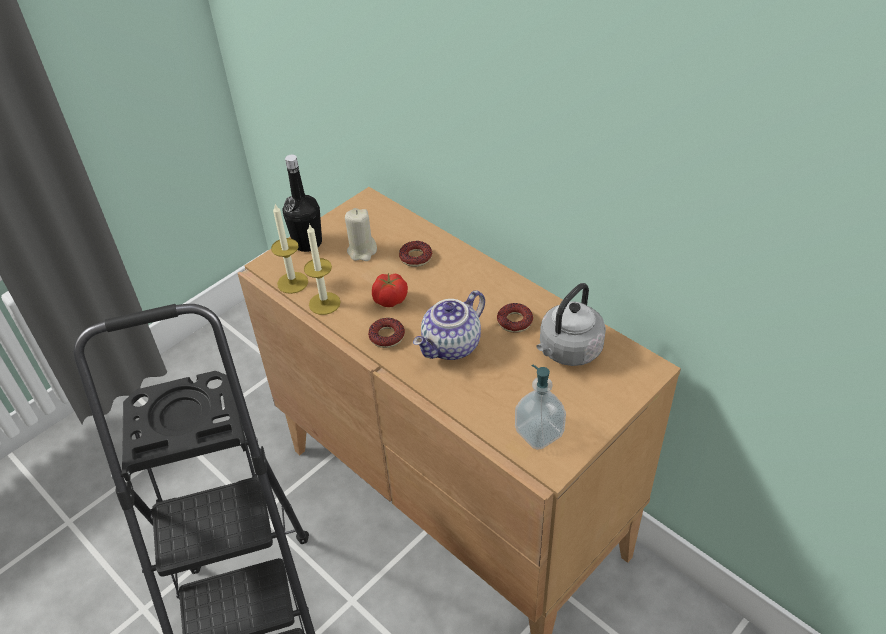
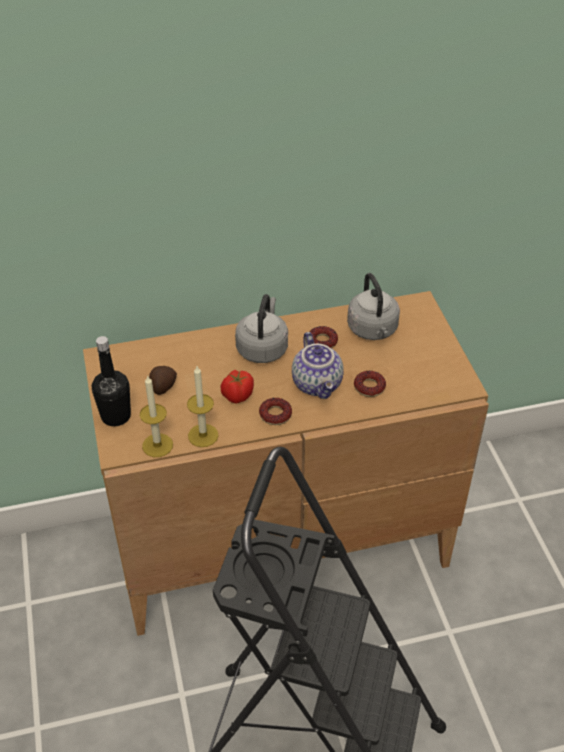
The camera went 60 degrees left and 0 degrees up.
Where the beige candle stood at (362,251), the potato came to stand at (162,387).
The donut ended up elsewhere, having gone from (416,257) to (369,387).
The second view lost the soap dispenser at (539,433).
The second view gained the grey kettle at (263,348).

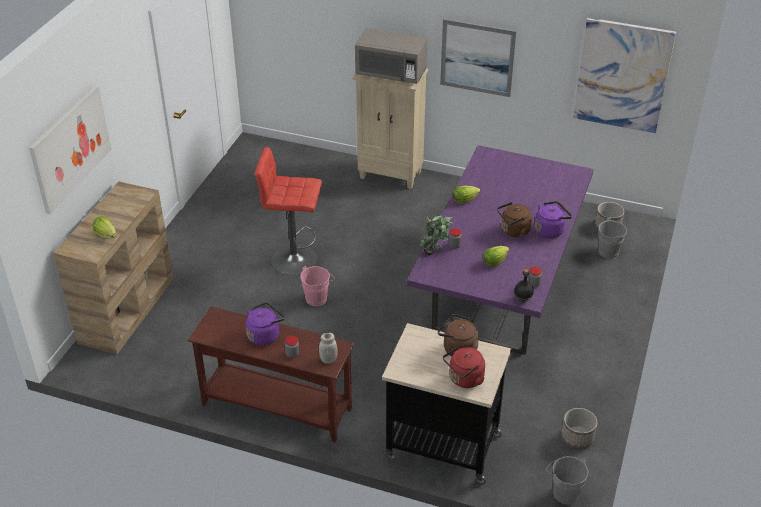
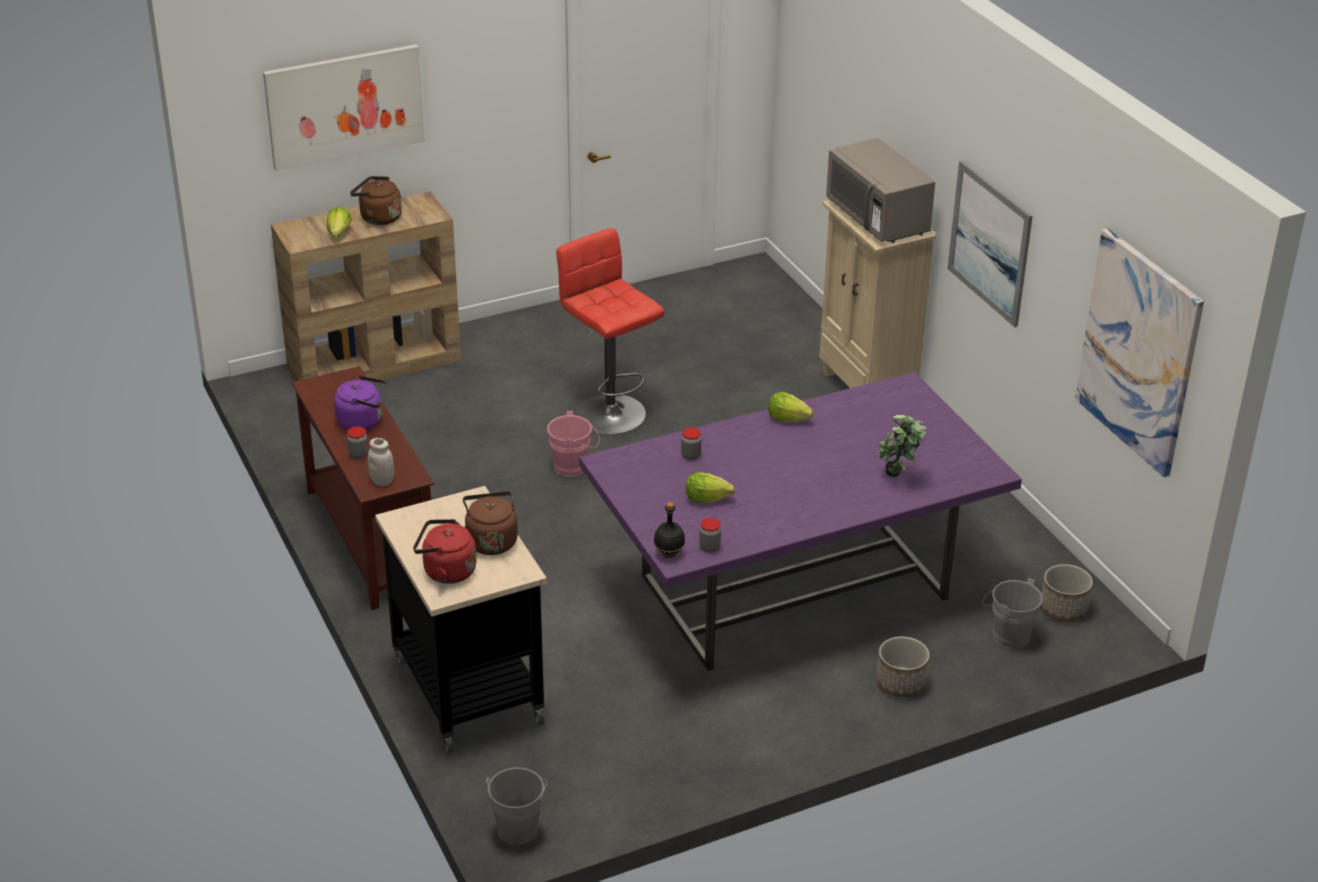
The camera went 45 degrees right and 5 degrees down.
The second view lost the purple kettle at (550,230).
The brown kettle ended up elsewhere, having gone from (513,231) to (378,218).
The potted plant ended up elsewhere, having gone from (435,254) to (898,479).
The planter ended up elsewhere, having gone from (577,438) to (900,683).

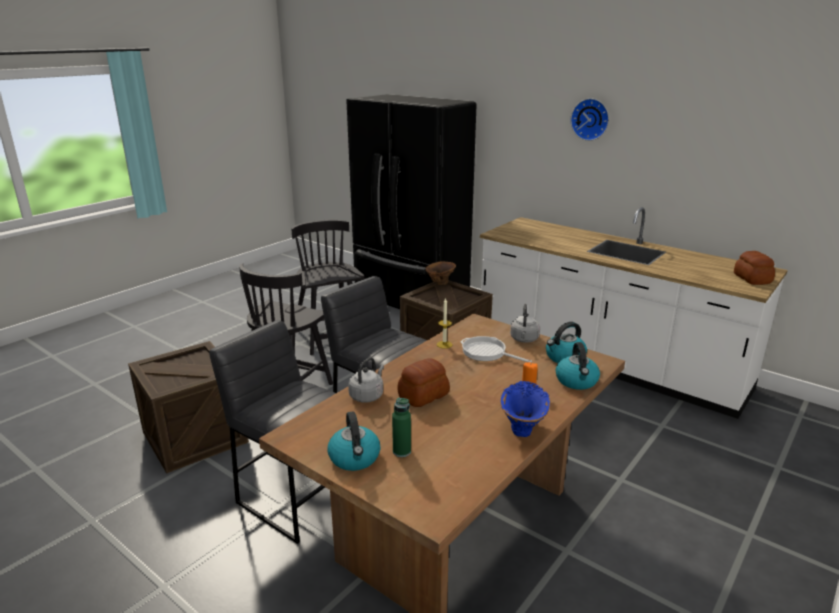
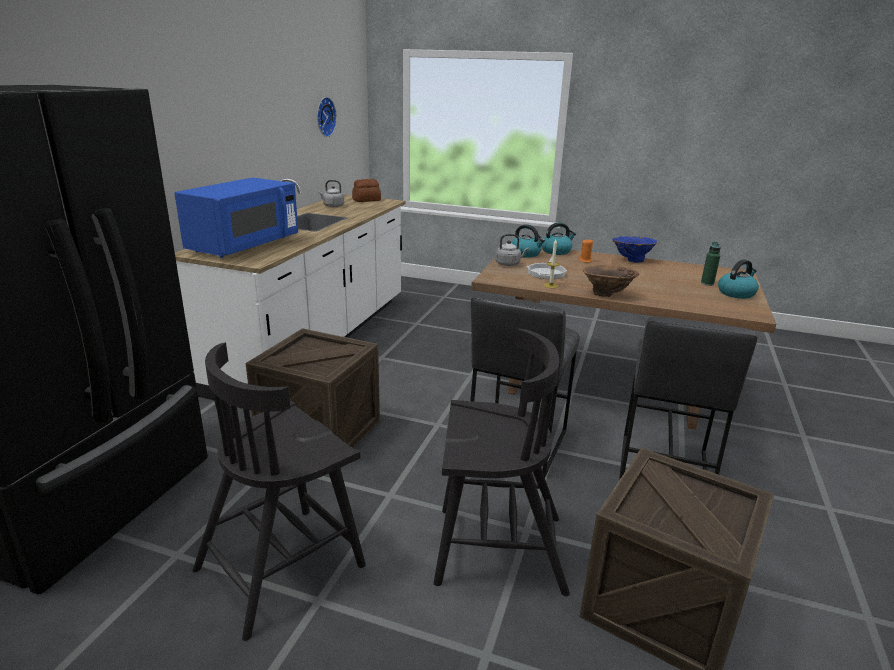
The camera went 110 degrees left and 0 degrees up.
The wall clock ended up elsewhere, having gone from (590,119) to (324,117).
The brown vase ended up elsewhere, having gone from (440,283) to (607,295).
The grey kettle ended up elsewhere, having gone from (367,395) to (332,206).
The second view lost the bread at (422,395).
The second view gained the blue microwave at (244,245).

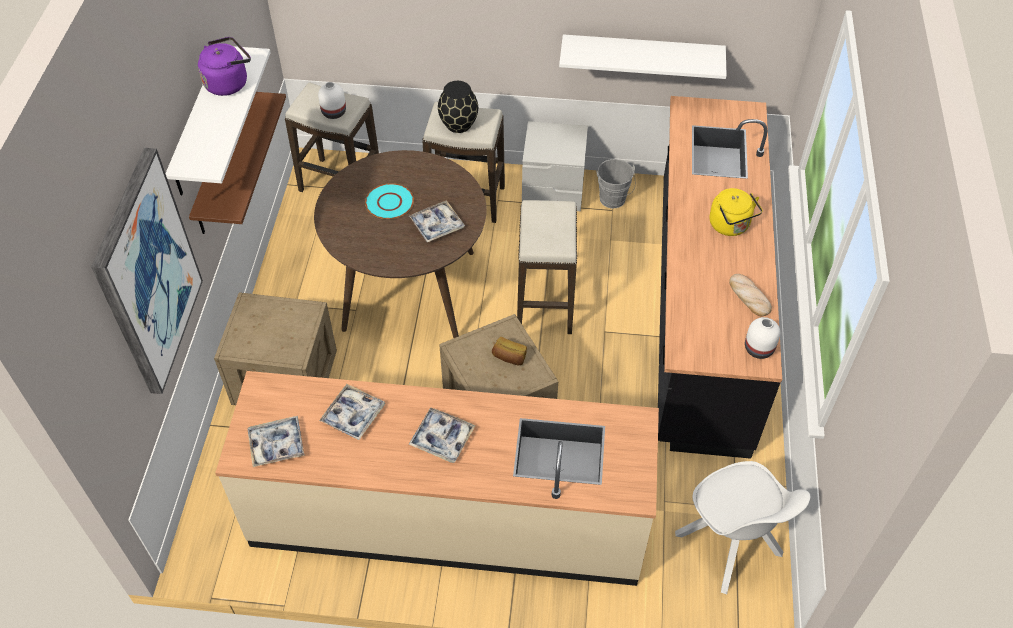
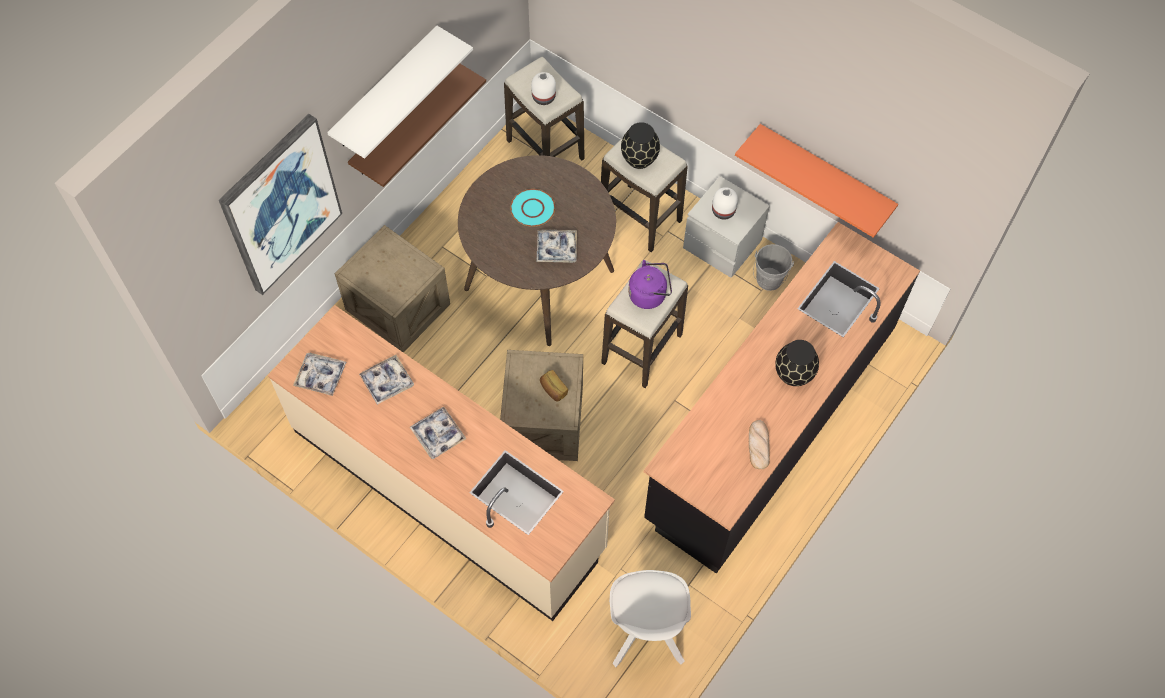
The camera went 30 degrees right and 10 degrees up.
What was the white shelf at (642,54) turned into the orange shelf at (825,173).
The purple kettle ended up elsewhere, having gone from (229,83) to (649,294).
Where the yellow kettle stood at (731,226), the black vase came to stand at (793,374).
The white vase ended up elsewhere, having gone from (758,349) to (722,211).

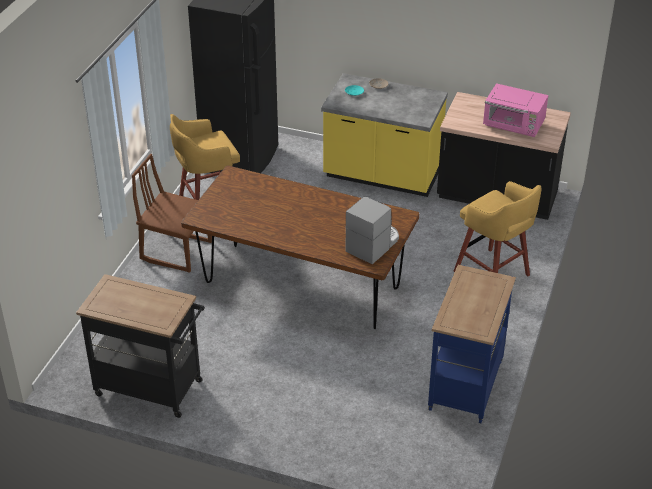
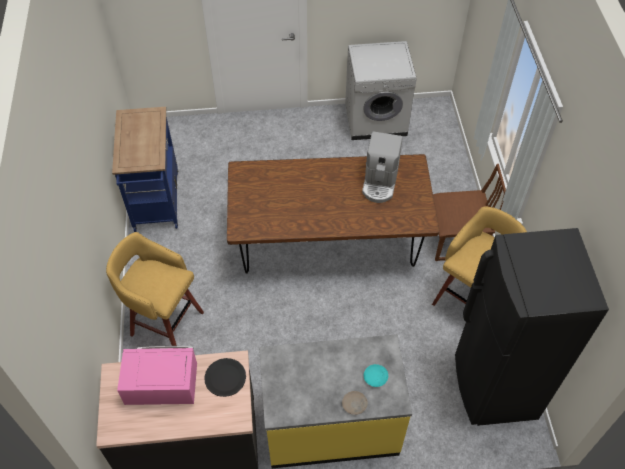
The camera went 155 degrees right and 15 degrees up.
The coffee machine ended up elsewhere, having gone from (373,245) to (380,182).
Where the black cart stood at (152,389), the white washing machine came to stand at (376,121).
The second view gained the black plate at (225,377).

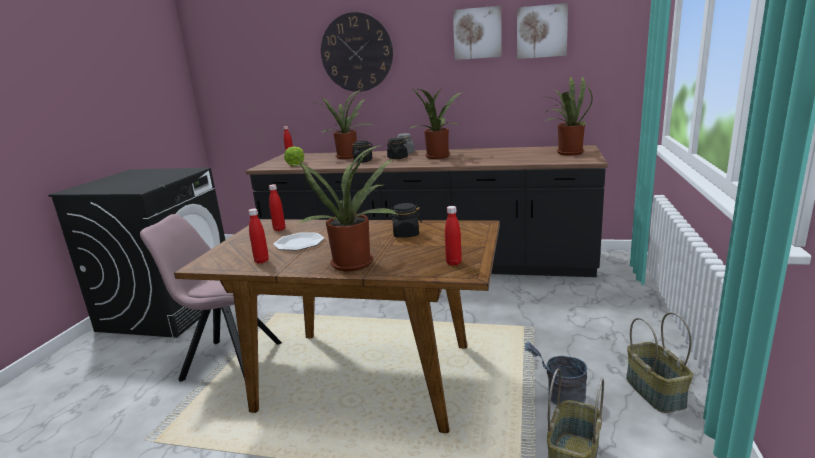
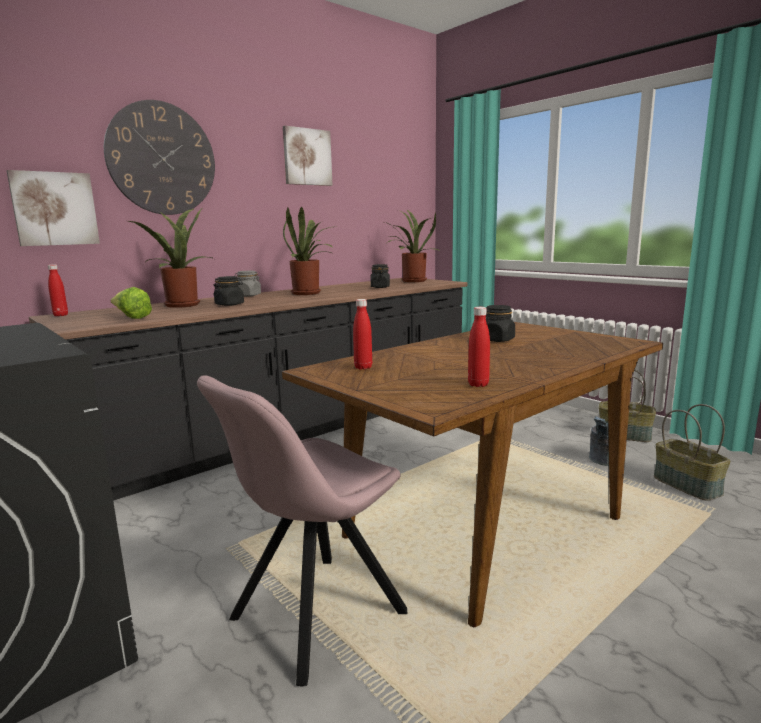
The camera went 55 degrees left and 5 degrees down.
The picture ended up elsewhere, having gone from (541,31) to (55,209).
The black jar ended up elsewhere, having gone from (397,158) to (380,287).
The second view lost the potted plant at (354,262).
The second view lost the red bottle at (453,263).
The second view lost the plate at (299,243).

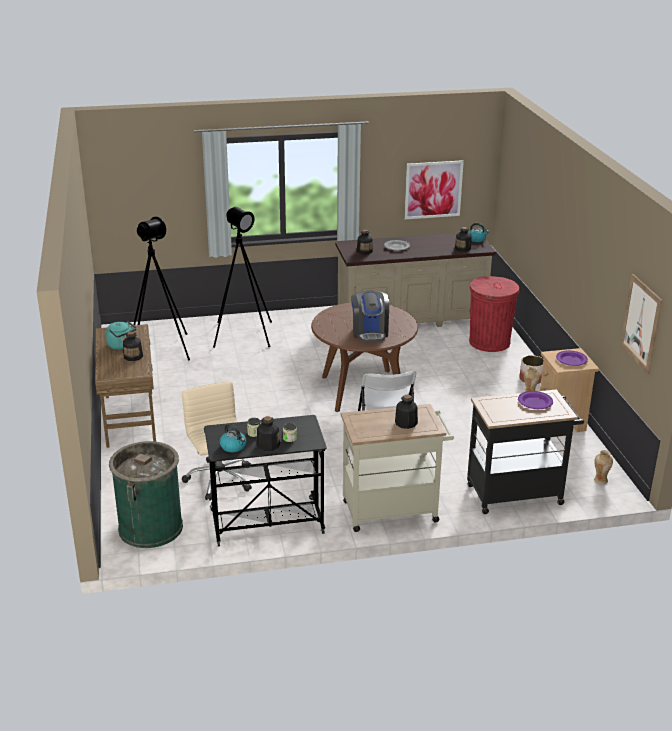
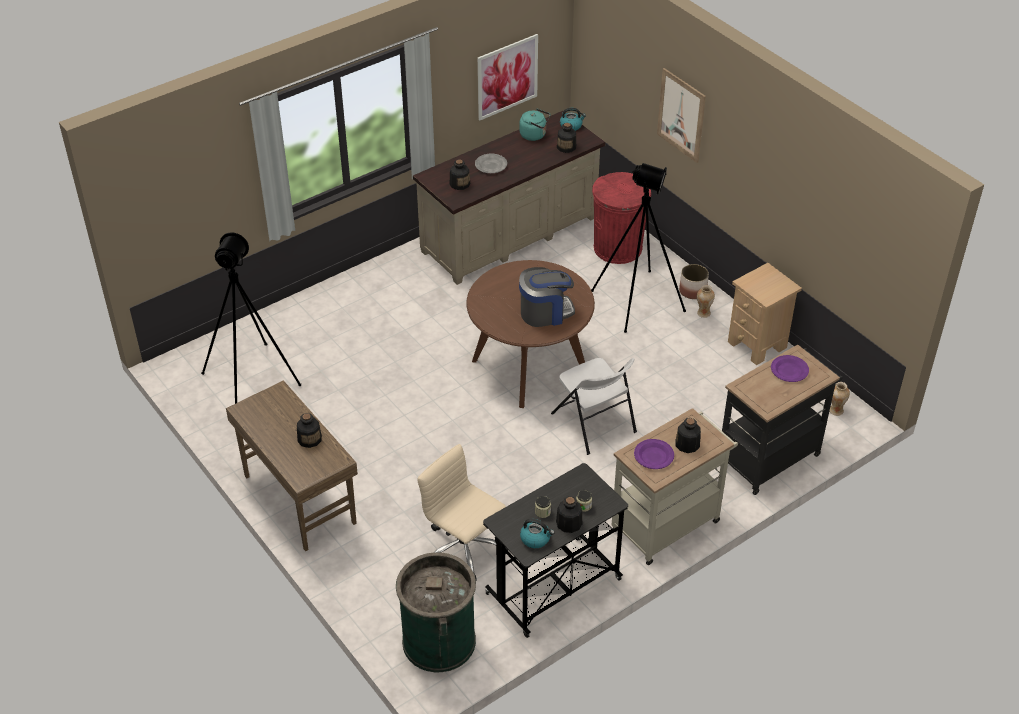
The camera went 25 degrees left and 15 degrees up.
The black floor lamp ended up elsewhere, having gone from (243,334) to (638,301).
The picture ended up elsewhere, having gone from (641,323) to (681,115).
The coffee machine at (370,332) ended up facing another way, 75 degrees counterclockwise from before.
The turquoise kettle ended up elsewhere, having gone from (122,346) to (534,135).
The purple plate ended up elsewhere, having gone from (571,360) to (653,456).

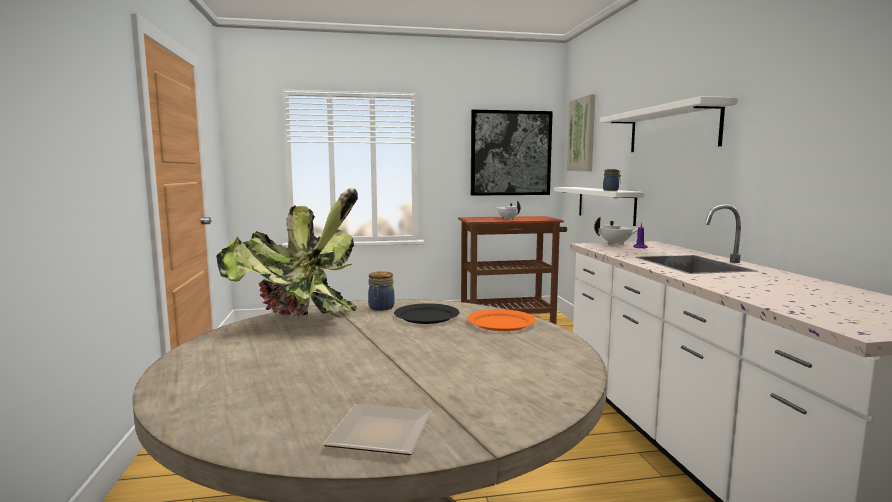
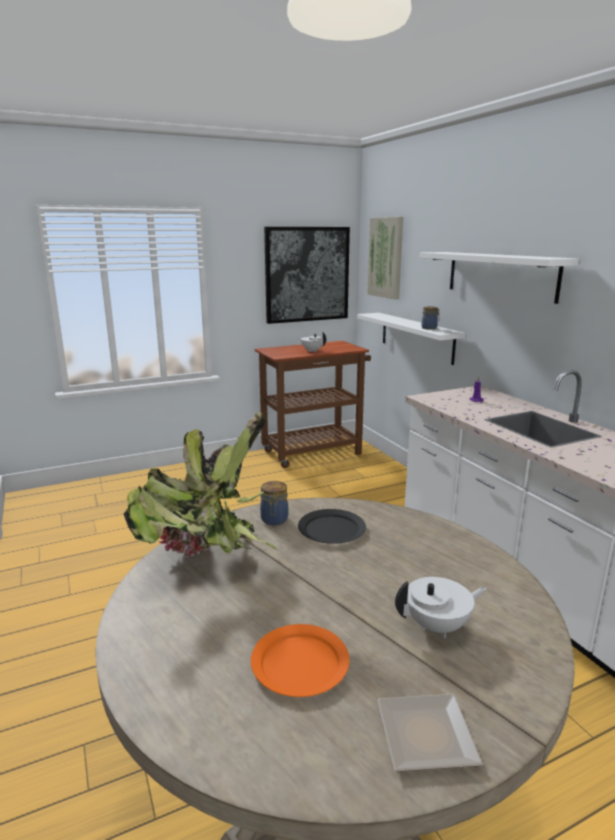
The camera went 15 degrees left and 10 degrees up.
The white teapot ended up elsewhere, having gone from (616,244) to (438,626).
The orange plate ended up elsewhere, having gone from (500,323) to (299,663).

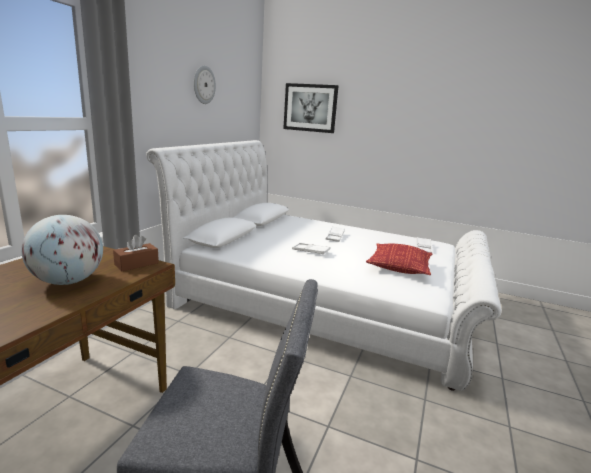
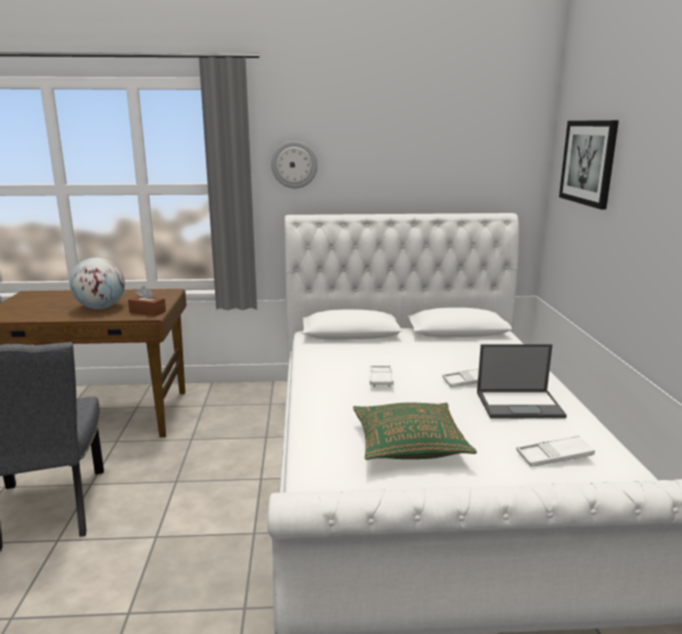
The camera went 65 degrees right and 0 degrees up.
The wall clock ended up elsewhere, having gone from (203,85) to (294,164).
What was the red pillow at (399,268) turned into the green pillow at (409,445).
The second view gained the laptop at (520,404).

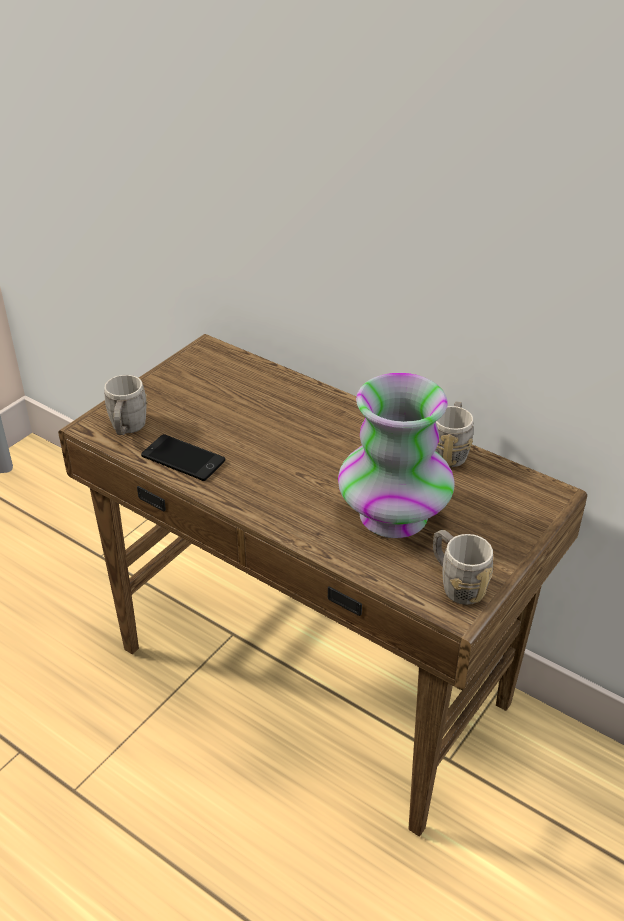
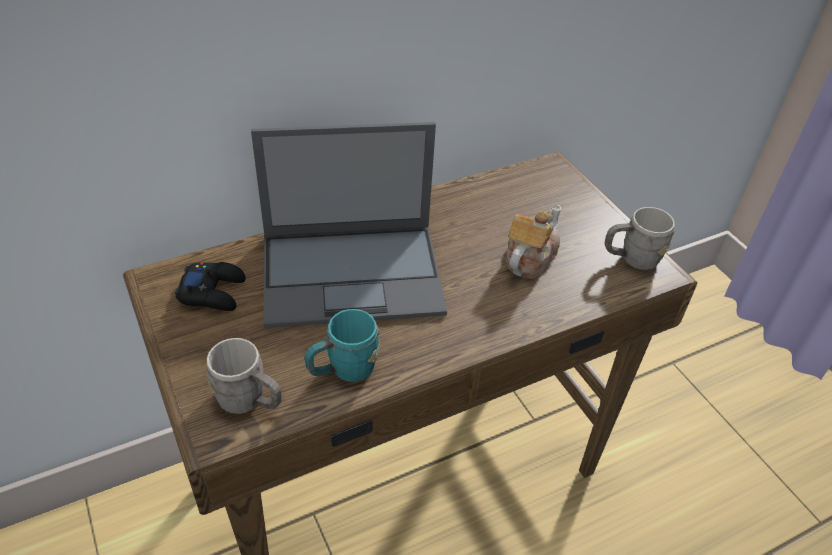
The camera went 65 degrees left and 5 degrees up.
Where the vase stood at (393,515), the teapot came to stand at (529,258).
The second view lost the grey mug at (450,451).
Where the phone stood at (183,458), the turquoise mug came to stand at (343,370).
The second view gained the laptop at (354,273).
The second view gained the black game controller at (213,292).

